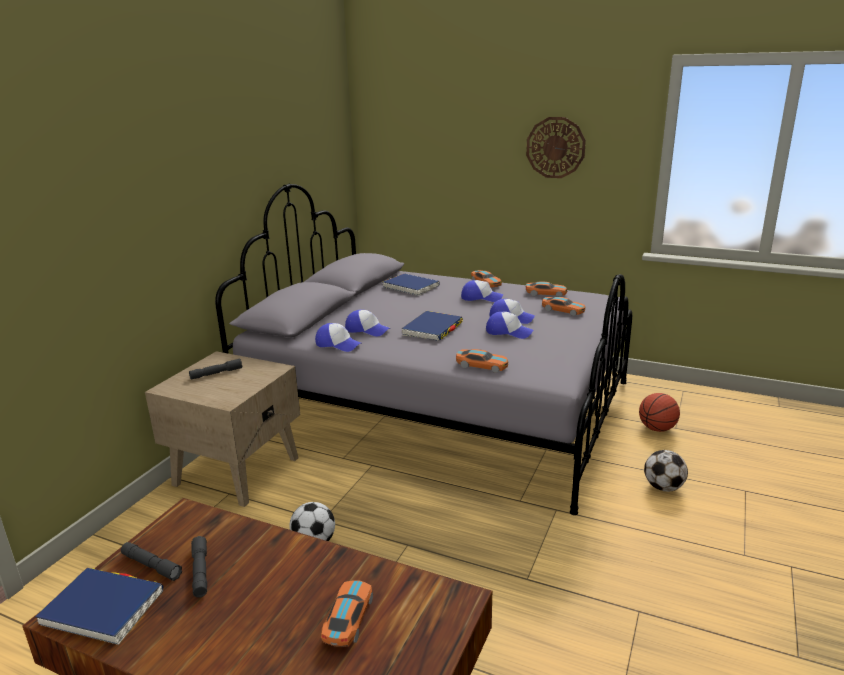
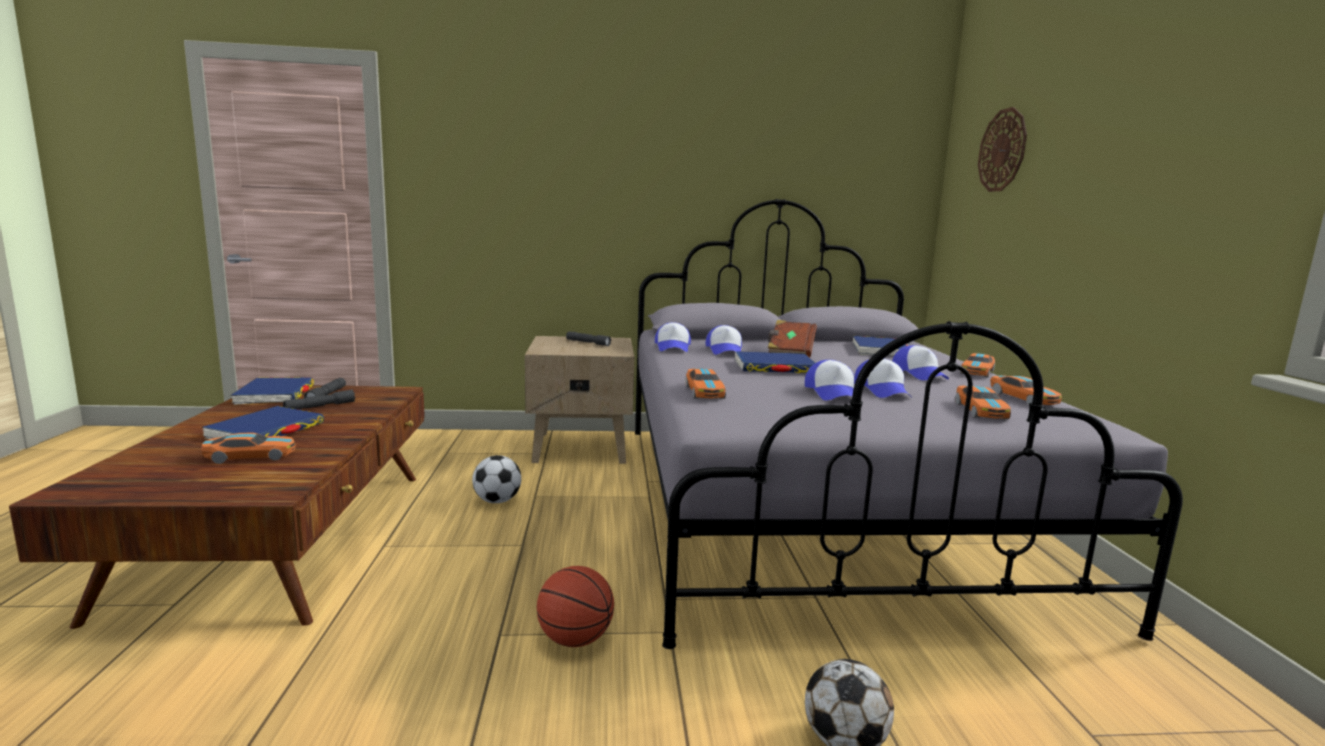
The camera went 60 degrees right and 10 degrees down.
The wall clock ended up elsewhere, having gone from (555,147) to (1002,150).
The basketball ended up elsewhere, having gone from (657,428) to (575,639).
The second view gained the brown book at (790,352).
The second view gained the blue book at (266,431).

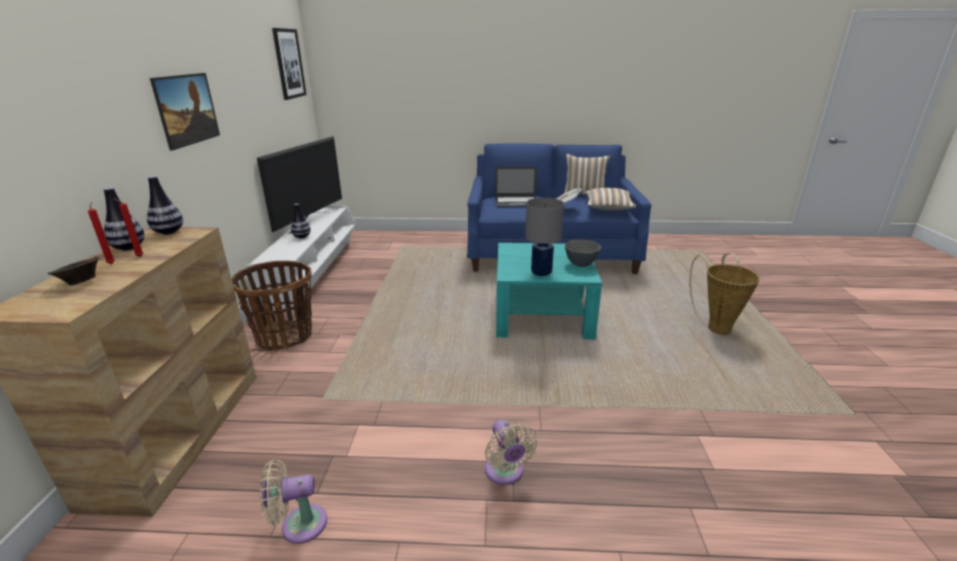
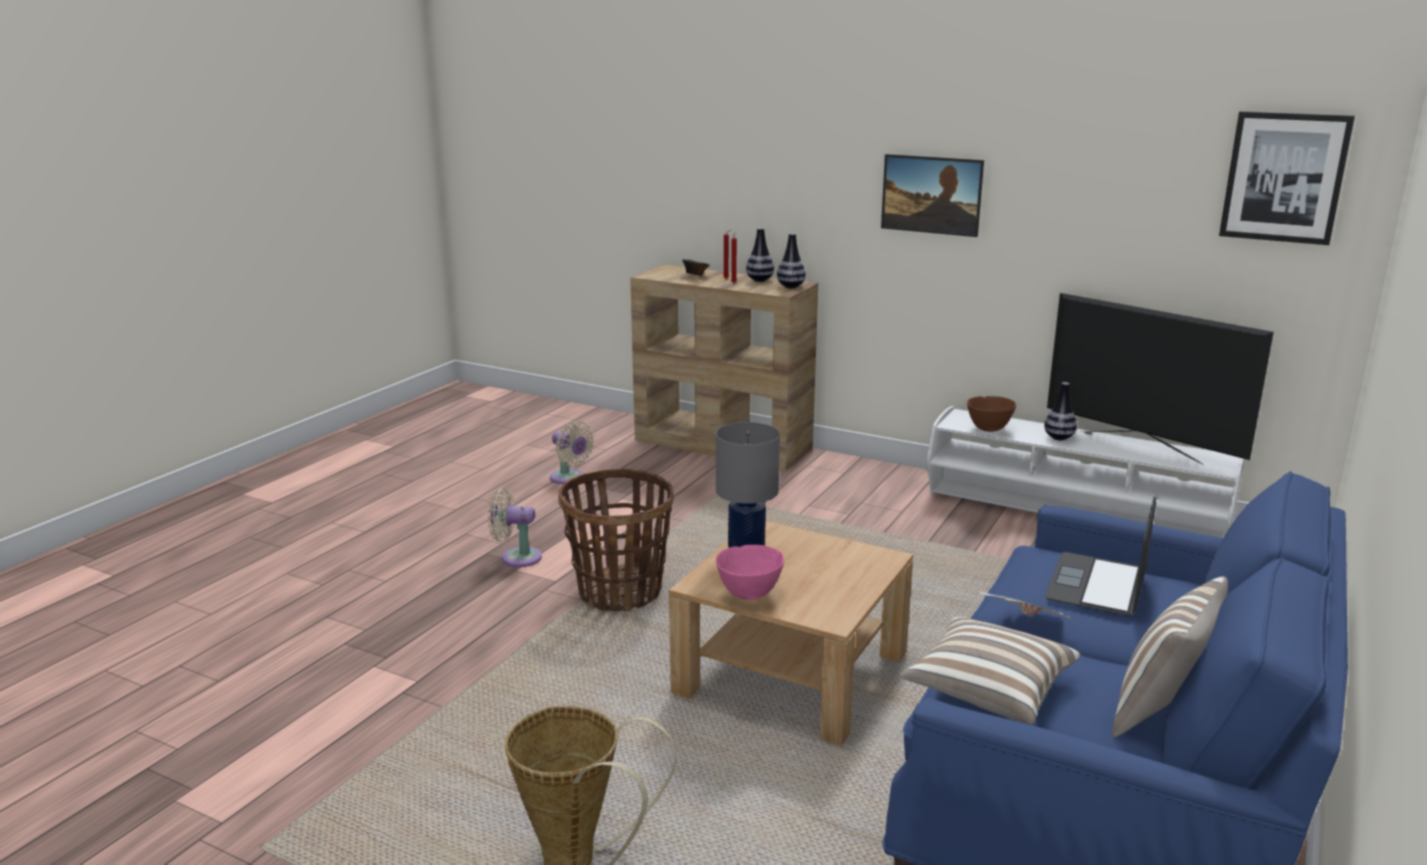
The camera went 115 degrees right and 5 degrees down.
What was the grey bowl at (581,265) turned into the pink bowl at (748,595).
What was the turquoise coffee table at (542,314) turned into the brown coffee table at (791,673).
The basket ended up elsewhere, having gone from (284,336) to (620,592).
The beige fan at (299,525) ended up facing another way, 120 degrees clockwise from before.
The second view gained the brown bowl at (988,429).

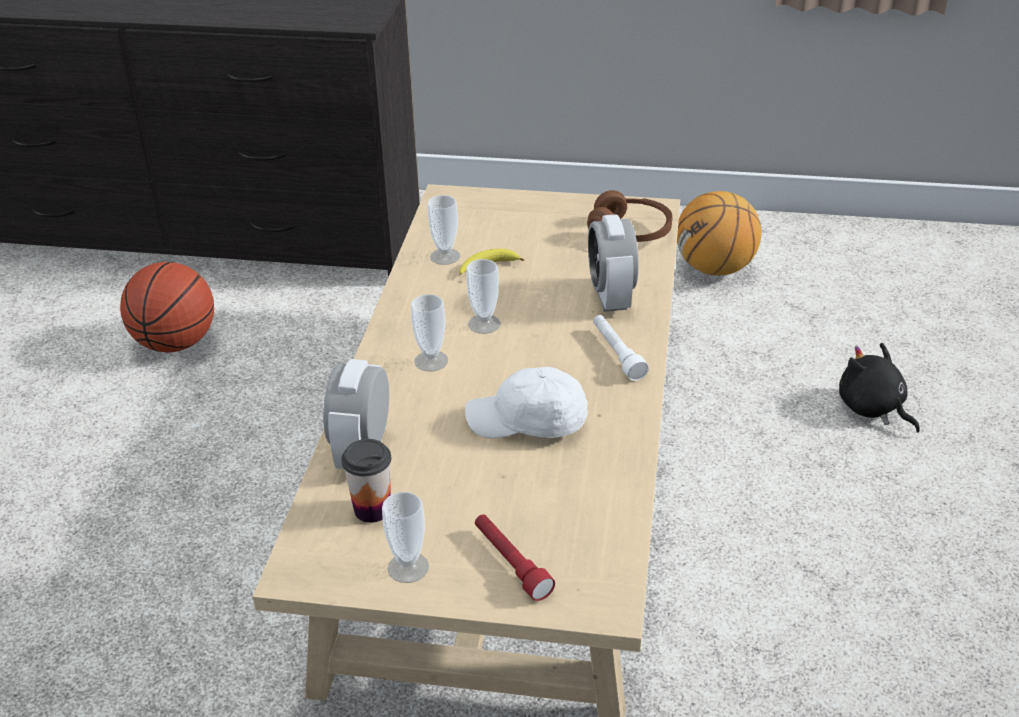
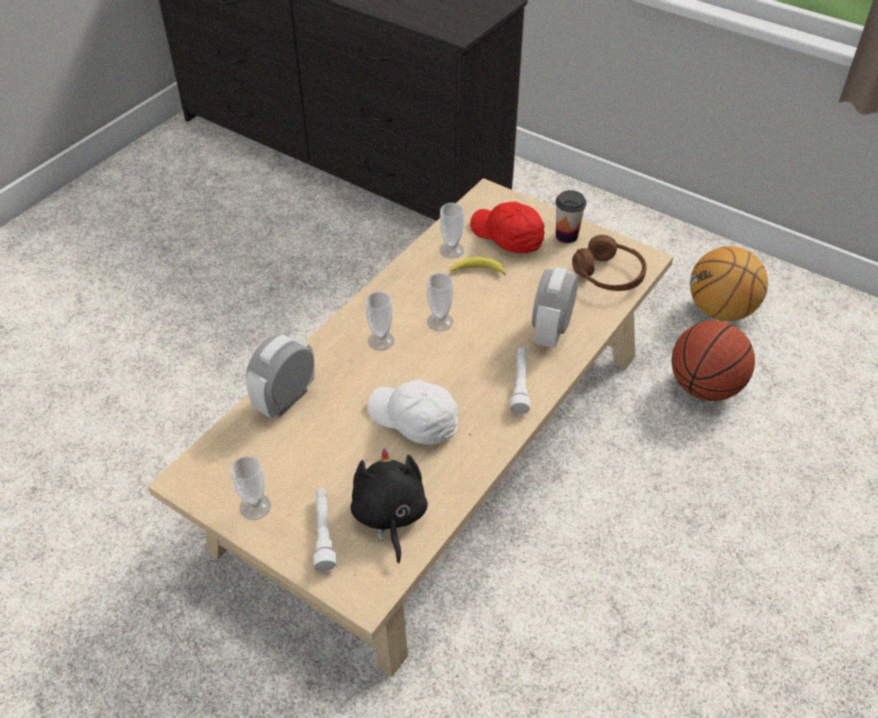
The camera went 25 degrees right and 10 degrees up.
The basketball ended up elsewhere, having gone from (175,343) to (704,387).
The black plush toy ended up elsewhere, having gone from (873,409) to (389,516).
The cup ended up elsewhere, having gone from (372,509) to (566,235).
What was the red flashlight at (511,563) turned into the white flashlight at (324,533).
The second view gained the red cap at (507,237).

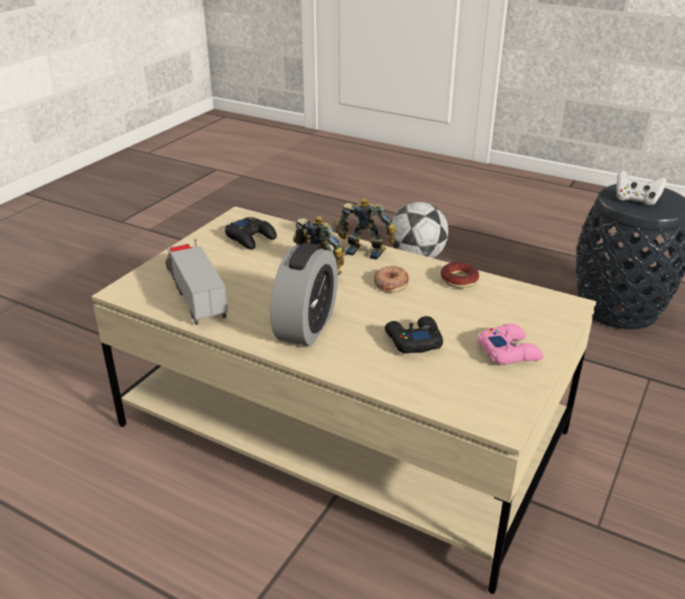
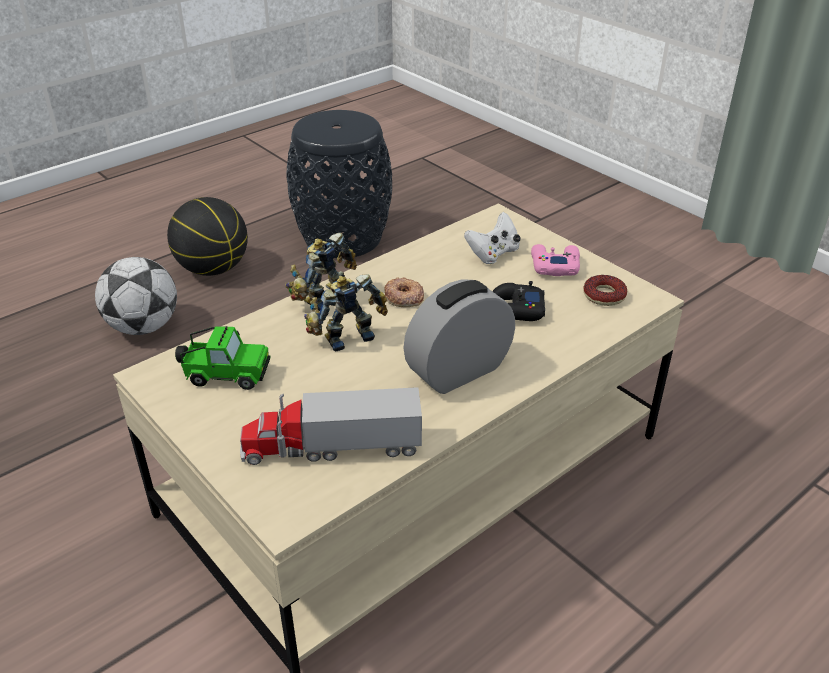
The camera went 70 degrees left and 5 degrees up.
The white game controller ended up elsewhere, having gone from (636,200) to (493,254).
Where the black game controller stood at (251,238), the toy car came to stand at (224,375).
The alarm clock at (306,327) ended up facing another way, 75 degrees counterclockwise from before.
The donut ended up elsewhere, having gone from (459,280) to (604,295).
The second view gained the basketball at (213,269).

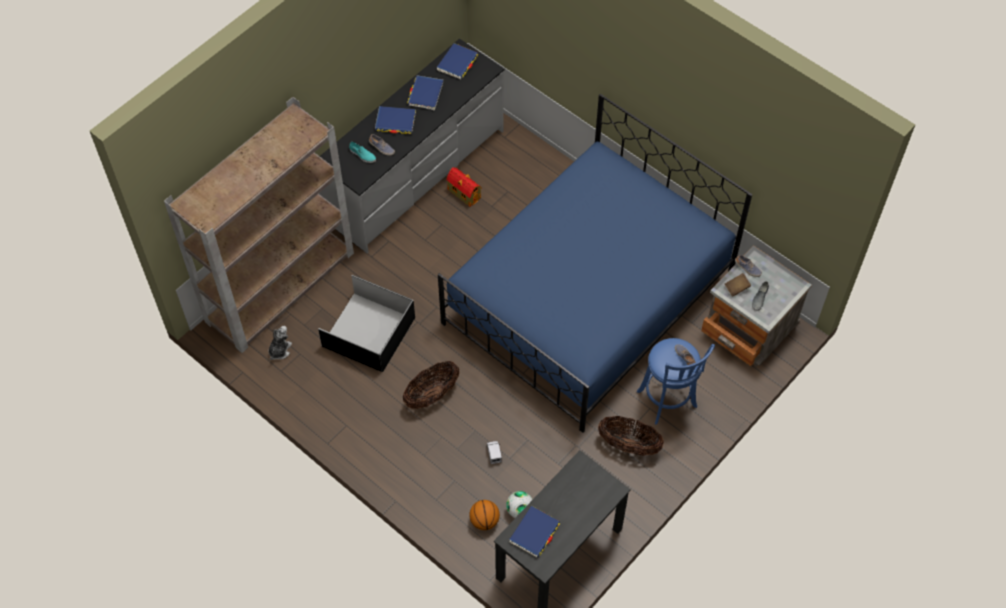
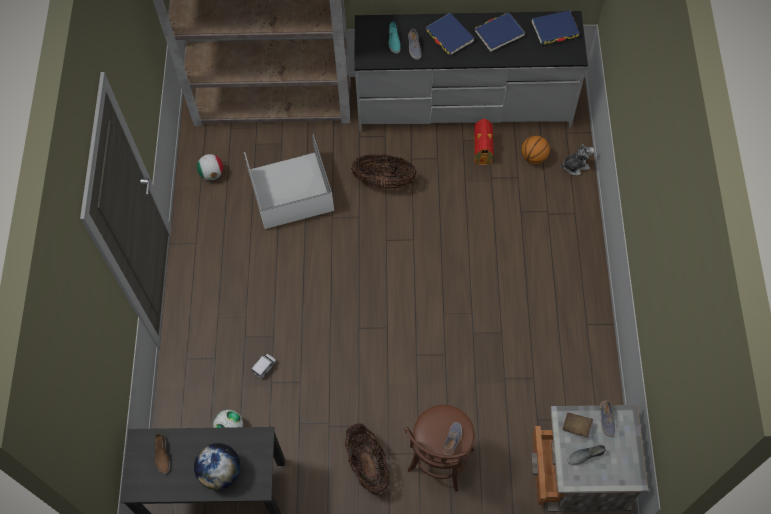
The camera went 50 degrees right and 5 degrees up.
The second view lost the blue bed at (588,298).
What was the black storage box at (369,331) turned into the white storage box at (292,189).
The plush toy ended up elsewhere, having gone from (279,350) to (575,166).
What was the blue stool at (668,402) turned into the brown stool at (439,463).
The basket ended up elsewhere, having gone from (432,394) to (384,182).
The basketball ended up elsewhere, having gone from (484,520) to (534,157).
Where the blue book stood at (534,532), the brown shoe came to stand at (162,455).
The second view gained the football at (212,174).
The second view gained the globe at (221,472).

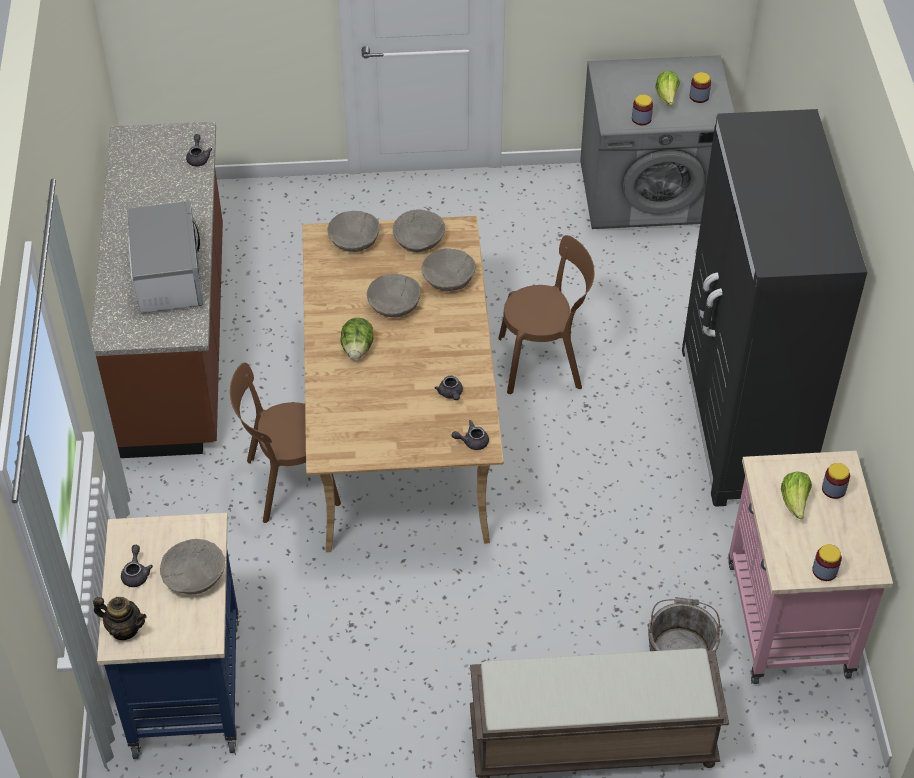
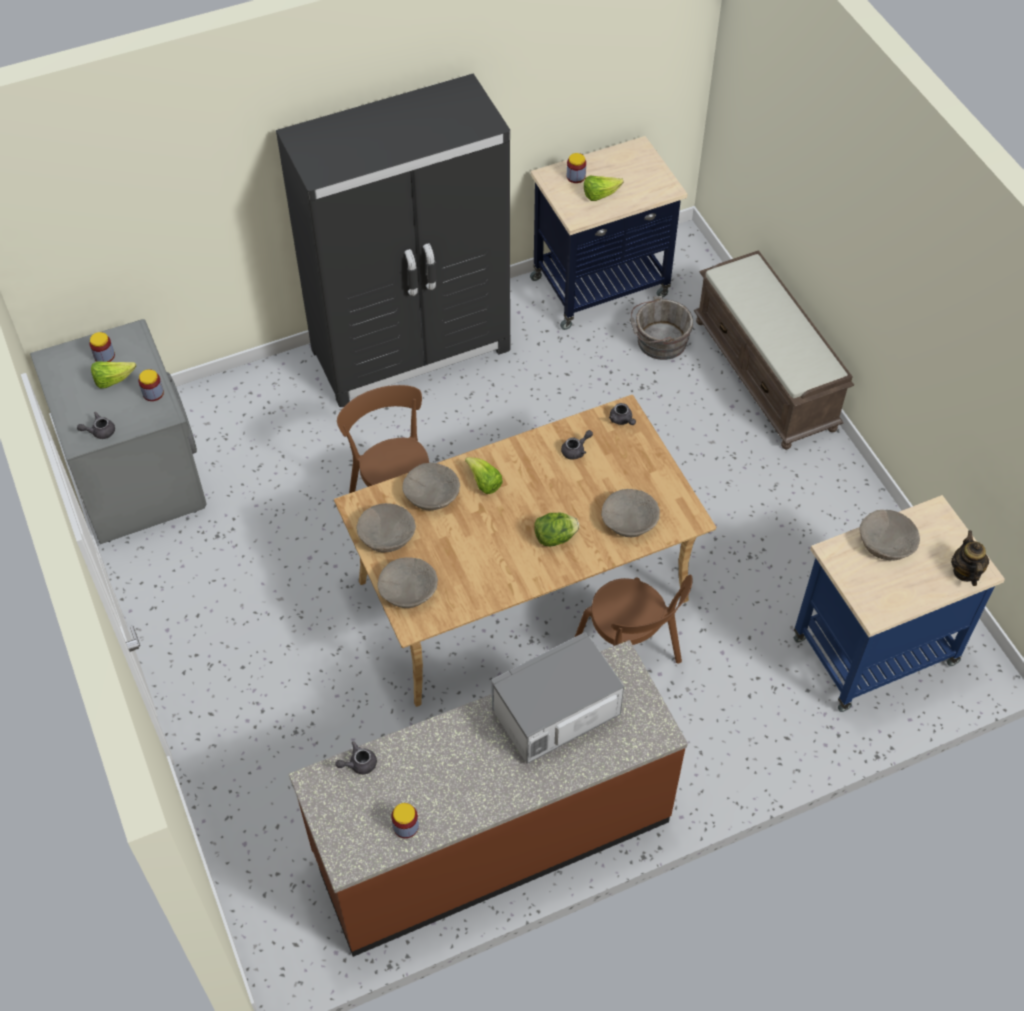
The camera went 110 degrees left and 5 degrees up.
The beige bowl ended up elsewhere, having gone from (394,304) to (630,521).
What was the pink cart at (788,621) turned into the blue cart at (600,286).
The jar ended up elsewhere, having gone from (824,571) to (405,826).
The grey teapot ended up elsewhere, having gone from (136,573) to (99,431).
The second view gained the lettuce at (484,483).

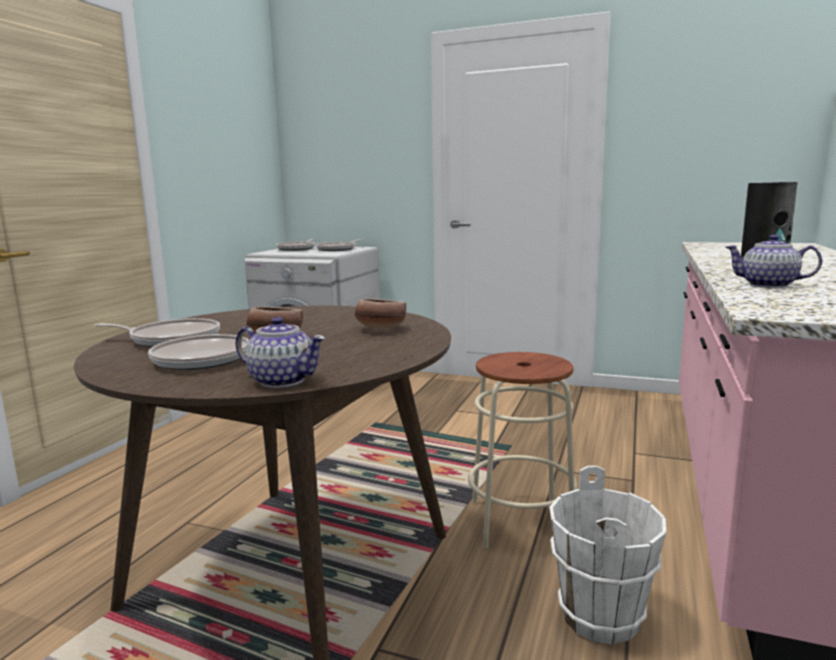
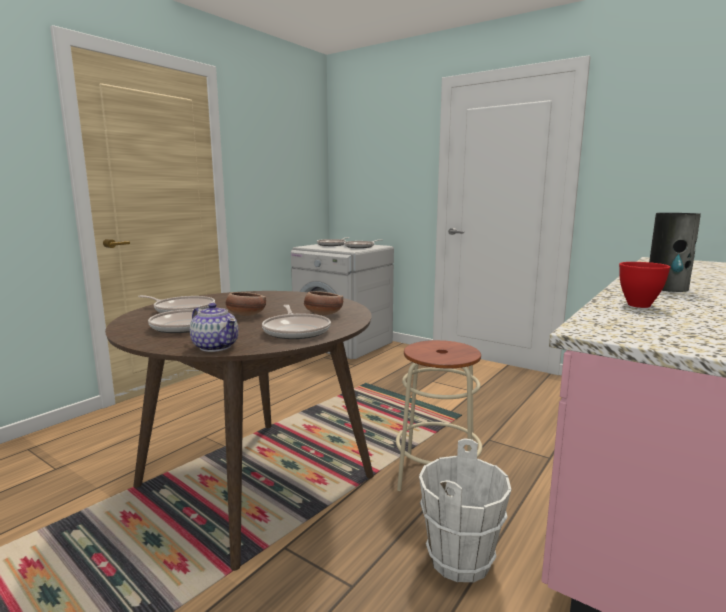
The camera went 15 degrees right and 0 degrees up.
Where the teapot stood at (769,285), the red bowl came to stand at (639,305).
The second view gained the frying pan at (296,330).

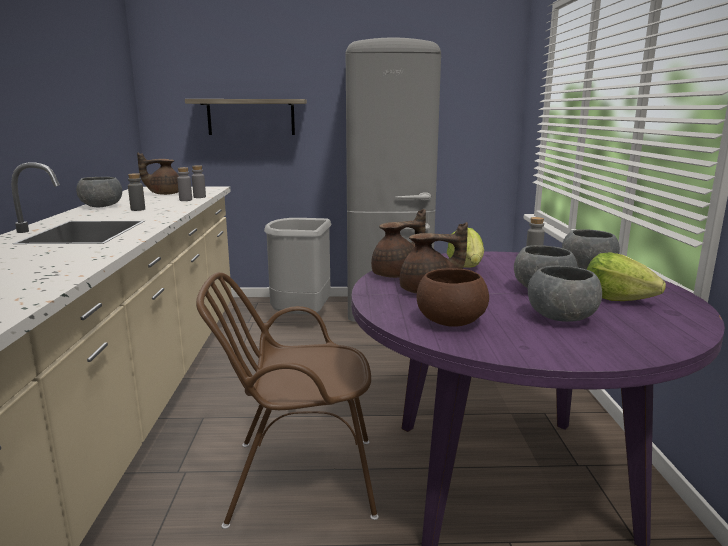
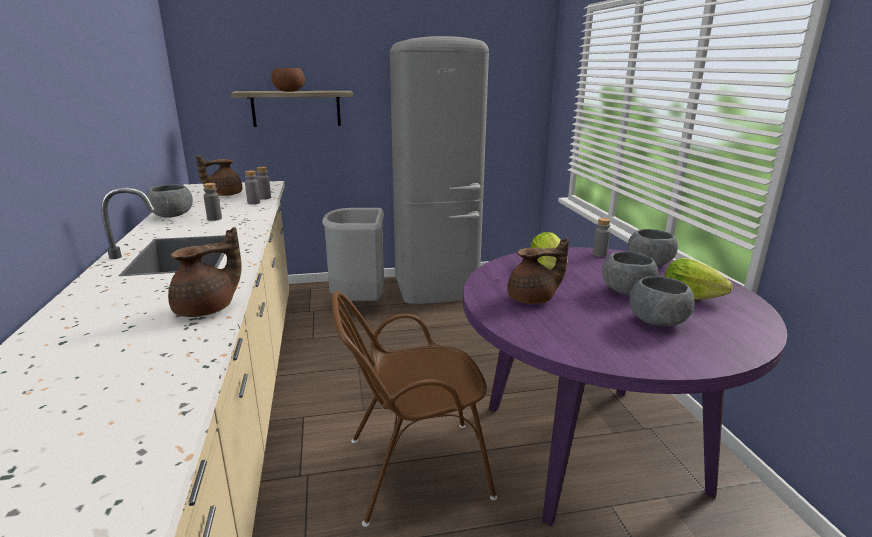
The camera went 10 degrees left and 5 degrees up.
The brown teapot ended up elsewhere, having gone from (397,275) to (207,309).
The brown bowl ended up elsewhere, having gone from (450,321) to (289,91).

